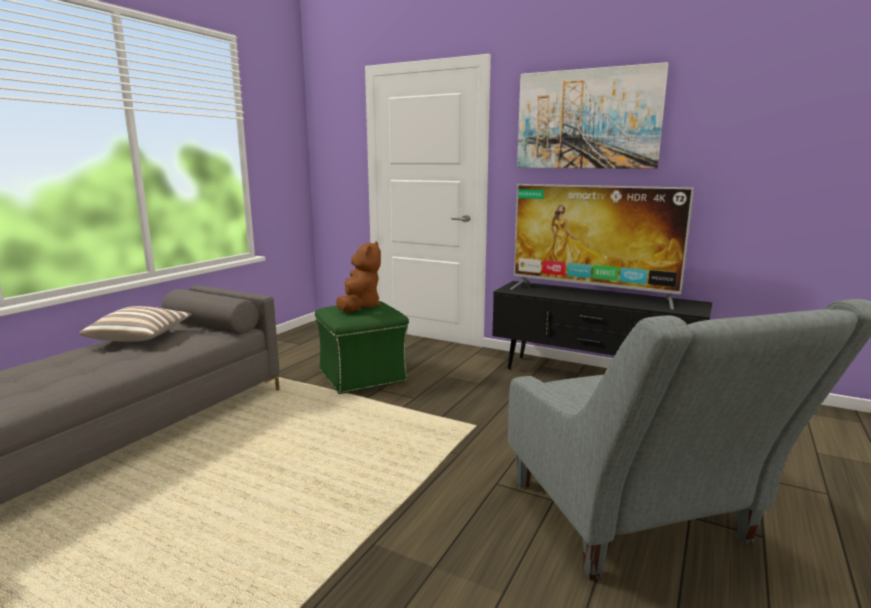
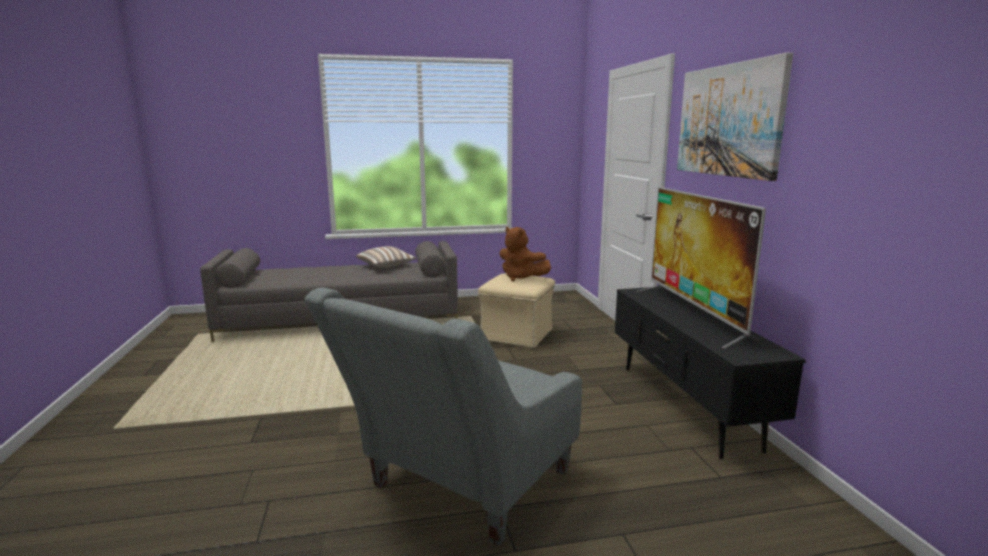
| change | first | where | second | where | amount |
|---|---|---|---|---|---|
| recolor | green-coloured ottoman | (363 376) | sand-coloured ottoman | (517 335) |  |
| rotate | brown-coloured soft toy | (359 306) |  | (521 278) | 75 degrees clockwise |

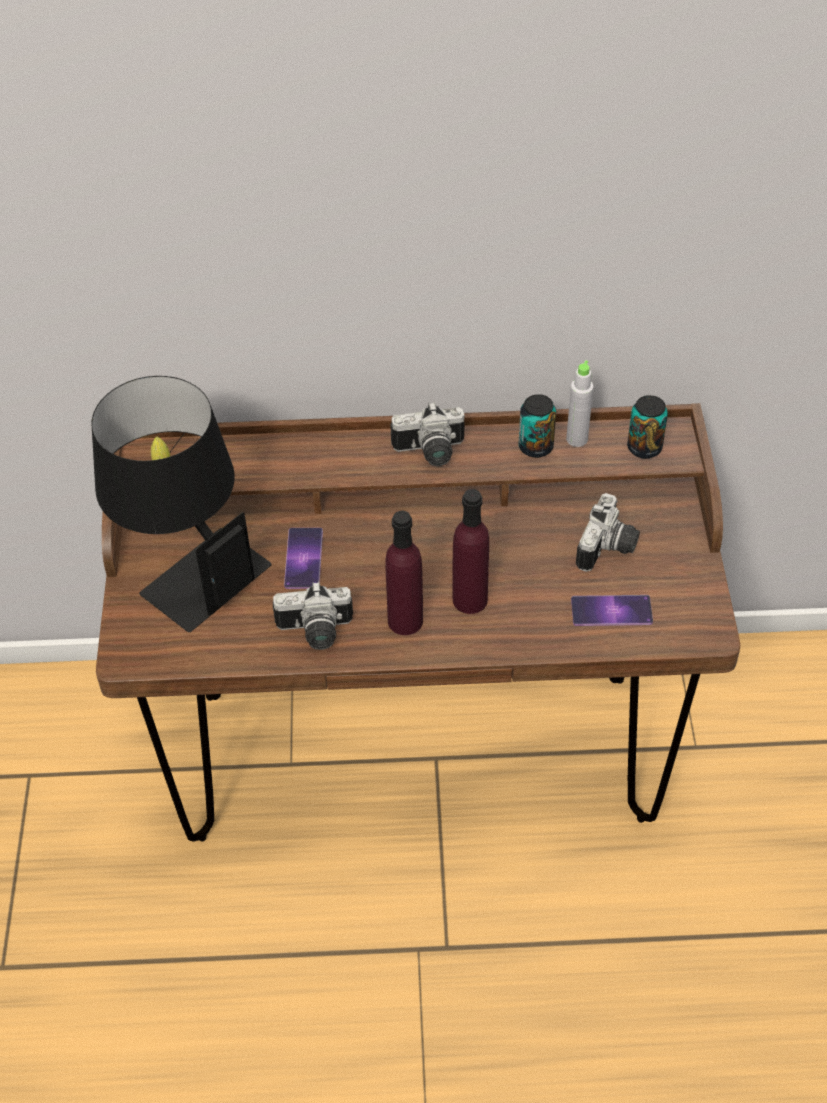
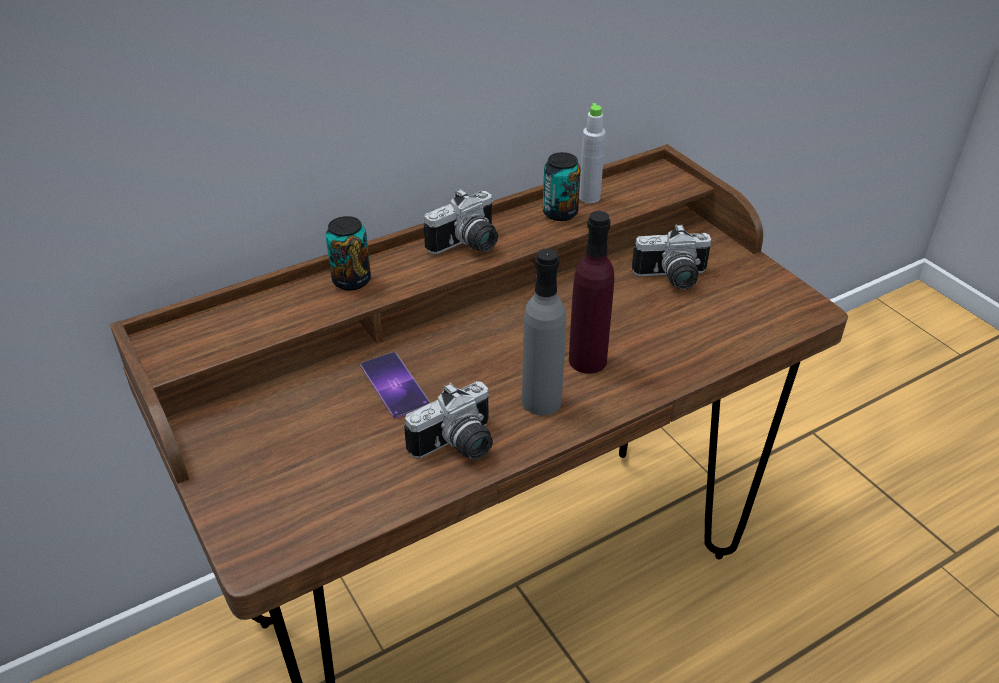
| change | first | where | second | where | amount |
|---|---|---|---|---|---|
| delete | black-coloured table lamp | (187 566) |  |  |  |
| delete | telephone | (611 611) |  |  |  |
| move | can | (644 448) |  | (351 280) |  |
| recolor | purple bottle | (405 621) | grey bottle | (541 401) |  |
| rotate | still camera | (609 549) |  | (672 279) | 90 degrees clockwise |

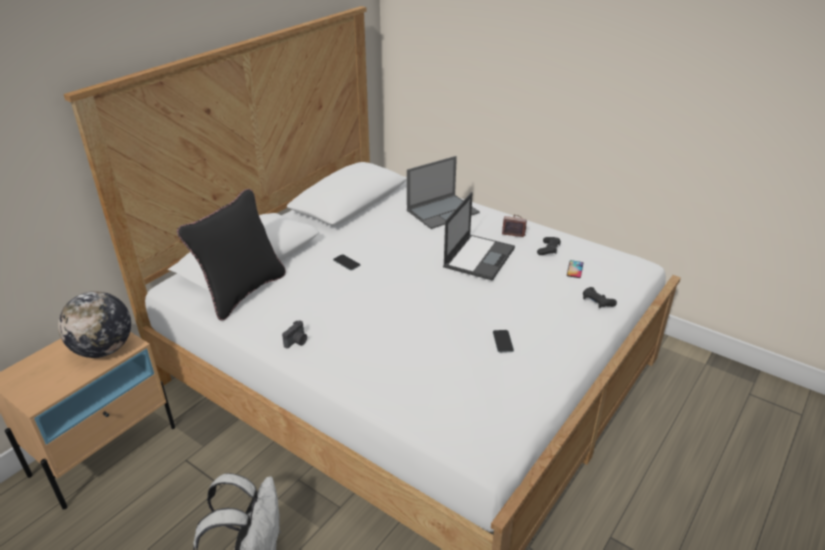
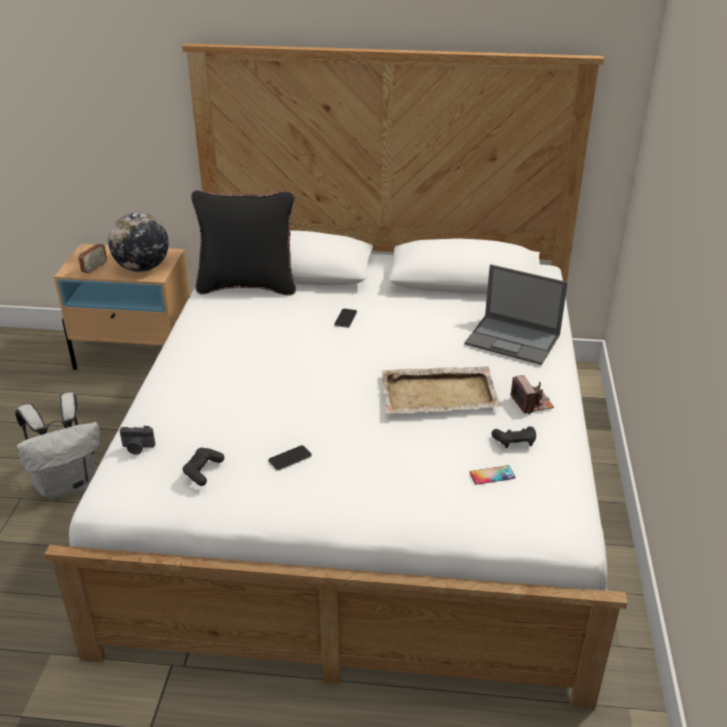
| change | first | where | second | where | amount |
|---|---|---|---|---|---|
| insert |  |  | radio receiver | (94 269) |  |
| move | still camera | (297 342) |  | (137 448) |  |
| move | black-coloured gamepad | (597 302) |  | (203 470) |  |
| replace | notebook computer | (479 257) | sand-coloured tray | (440 393) |  |

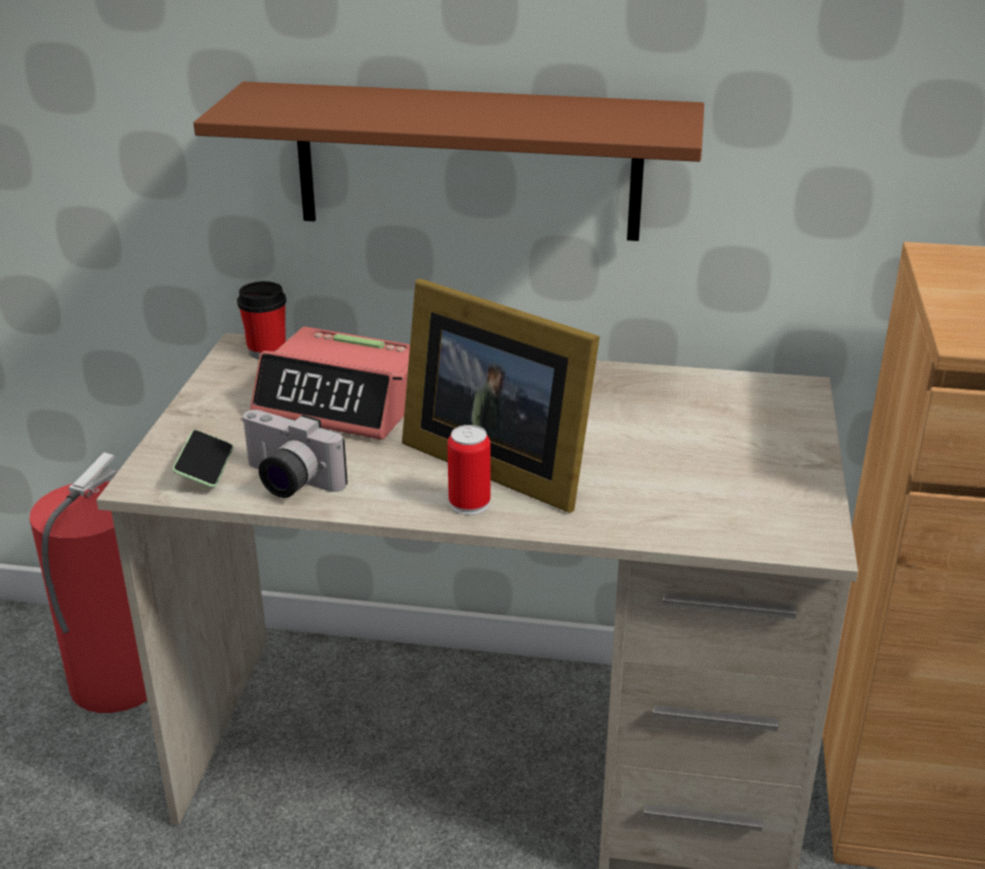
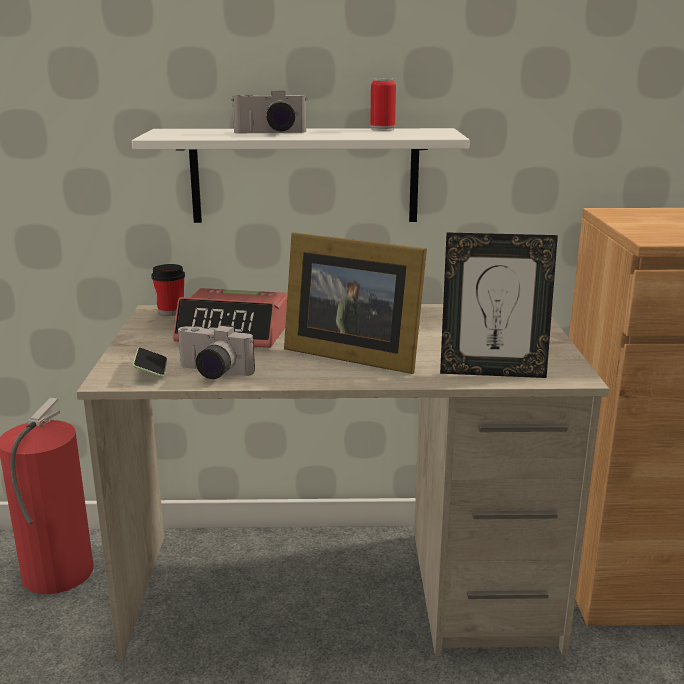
| change | first | where | second | where | amount |
|---|---|---|---|---|---|
| insert |  |  | still camera | (270 133) |  |
| insert |  |  | standing frame | (492 372) |  |
| move | can | (469 504) |  | (382 129) |  |
| recolor | brown-coloured wall shelf | (468 162) | white wall shelf | (304 176) |  |

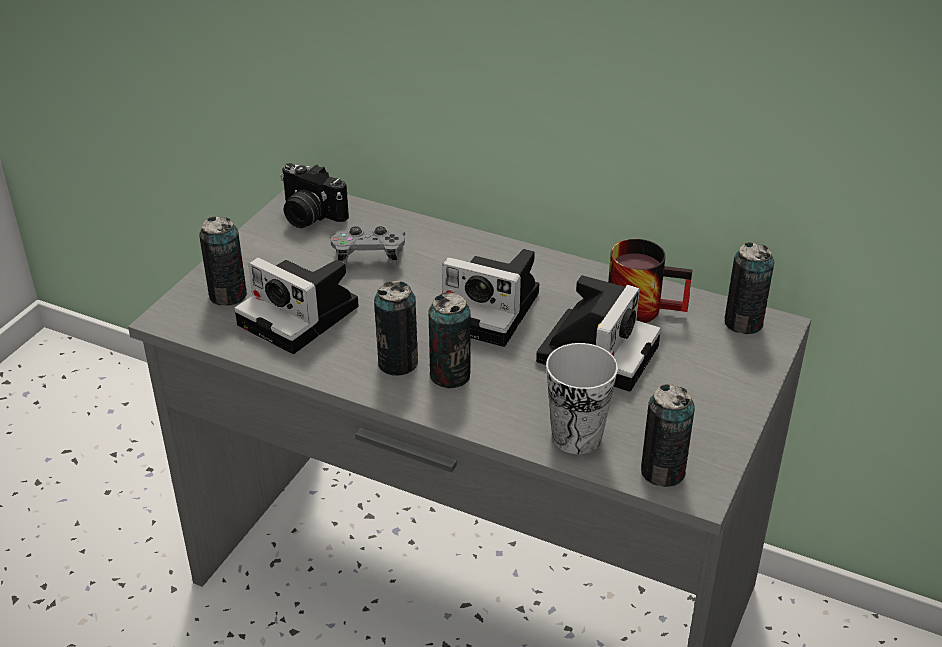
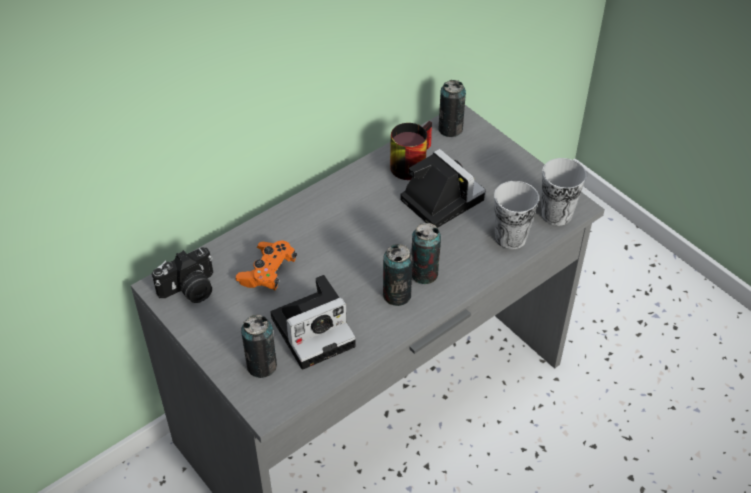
| change | first | where | second | where | amount |
|---|---|---|---|---|---|
| delete | still camera | (491 310) |  |  |  |
| replace | can | (662 472) | drinking cup | (556 214) |  |
| recolor | grey gamepad | (369 257) | orange gamepad | (268 272) |  |

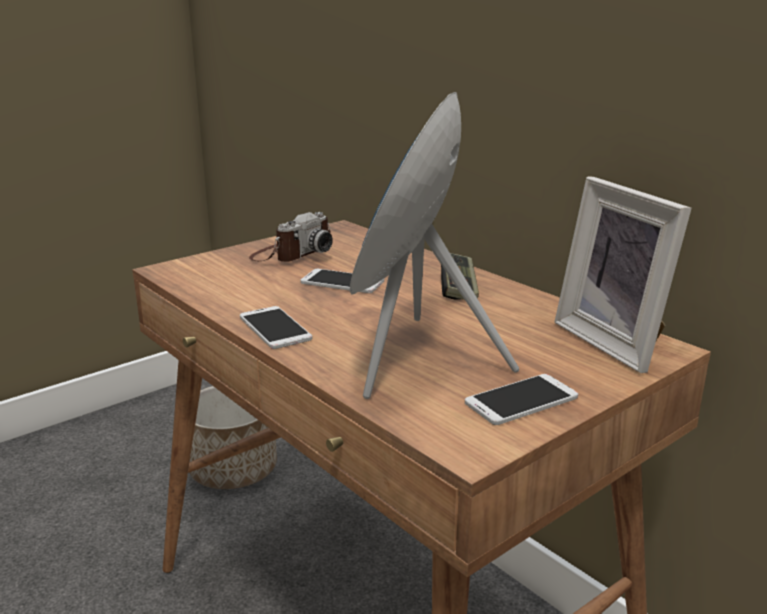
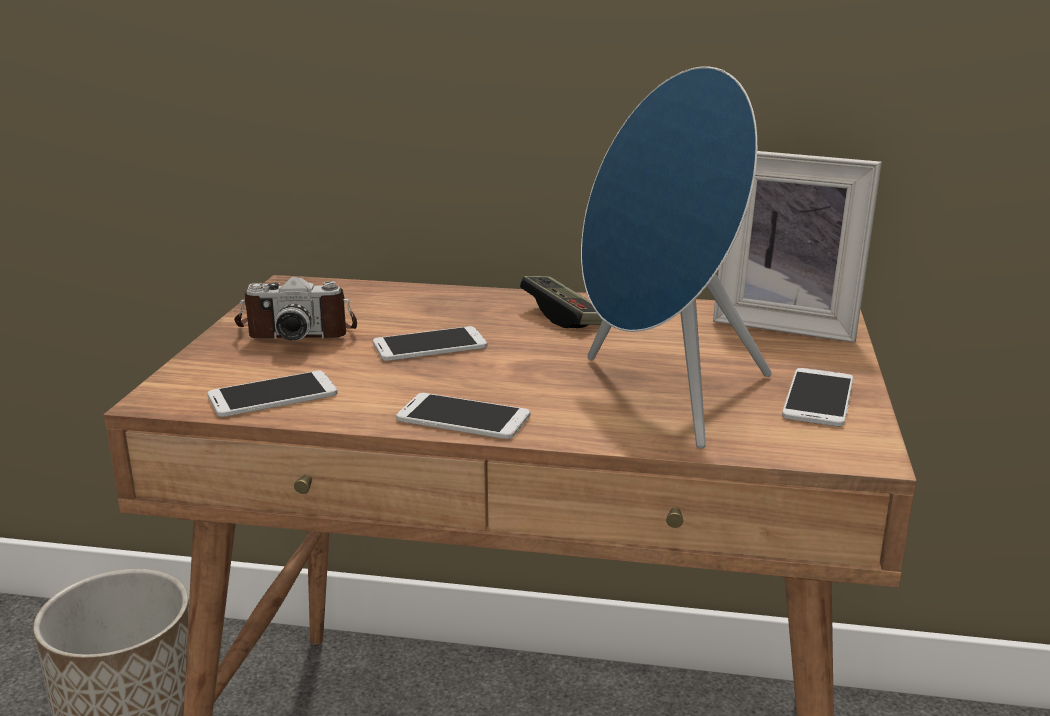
| change | first | where | second | where | amount |
|---|---|---|---|---|---|
| insert |  |  | telephone | (273 395) |  |
| rotate | still camera | (292 254) |  | (298 331) | 90 degrees clockwise |

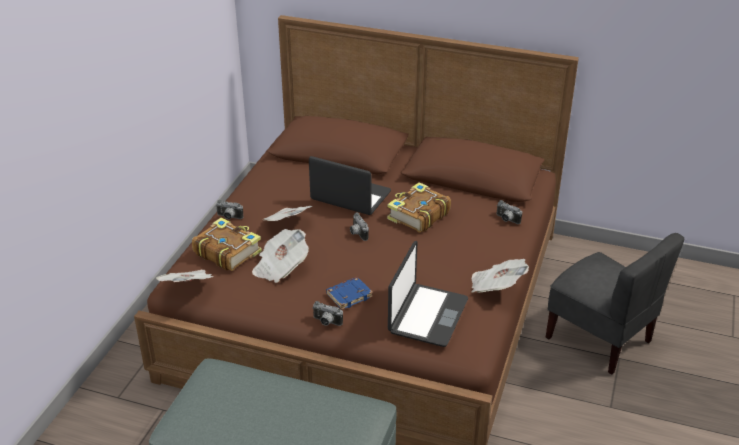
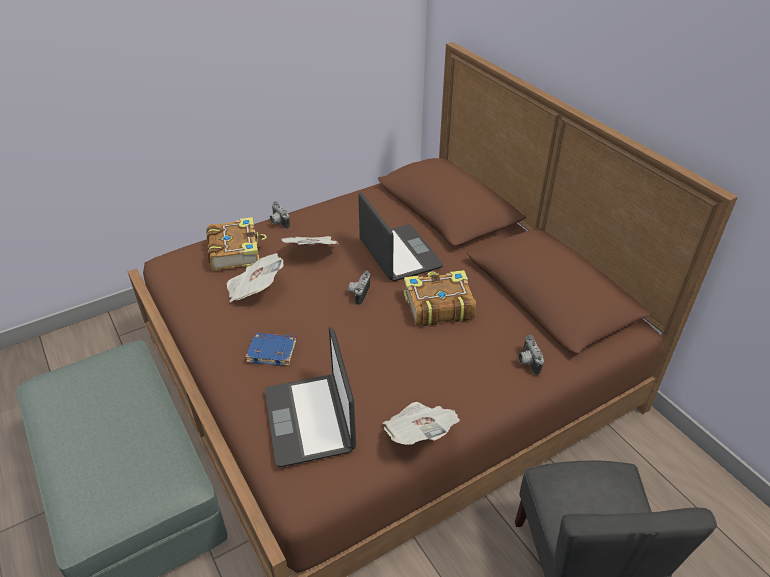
| change | first | where | second | where | amount |
|---|---|---|---|---|---|
| delete | daily paper | (188 287) |  |  |  |
| delete | still camera | (326 322) |  |  |  |
| rotate | notebook computer | (427 315) |  | (310 420) | 105 degrees clockwise |

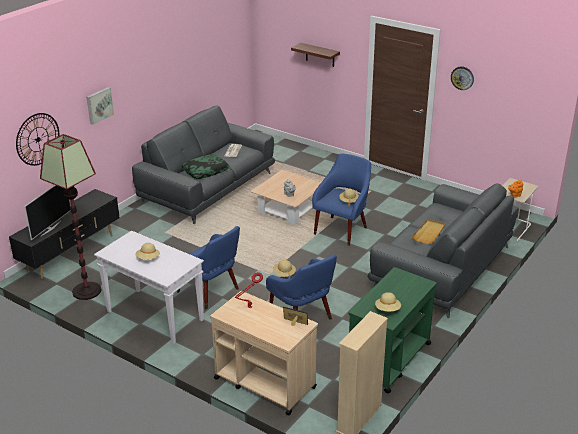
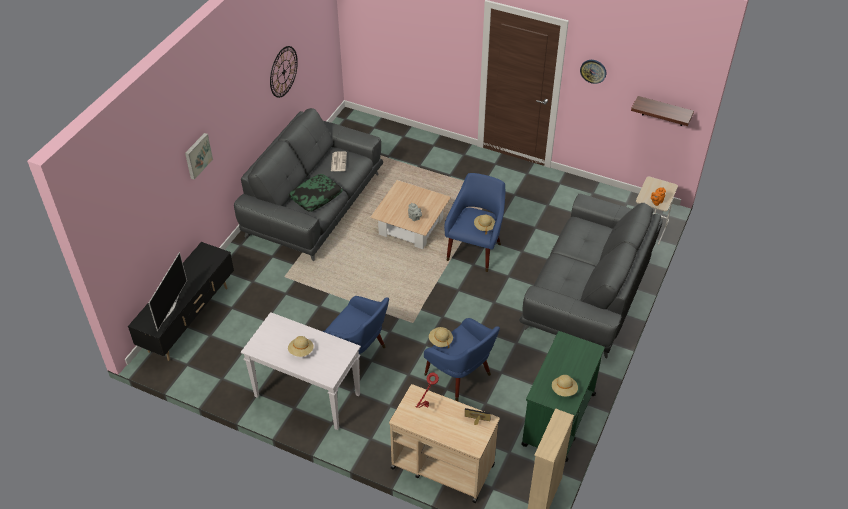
| change | first | where | second | where | amount |
|---|---|---|---|---|---|
| delete | standing lamp | (86 291) |  |  |  |
| delete | sand-coloured tray | (429 233) |  |  |  |
| move | wall clock | (38 139) |  | (283 71) |  |
| move | wall shelf | (320 55) |  | (663 111) |  |

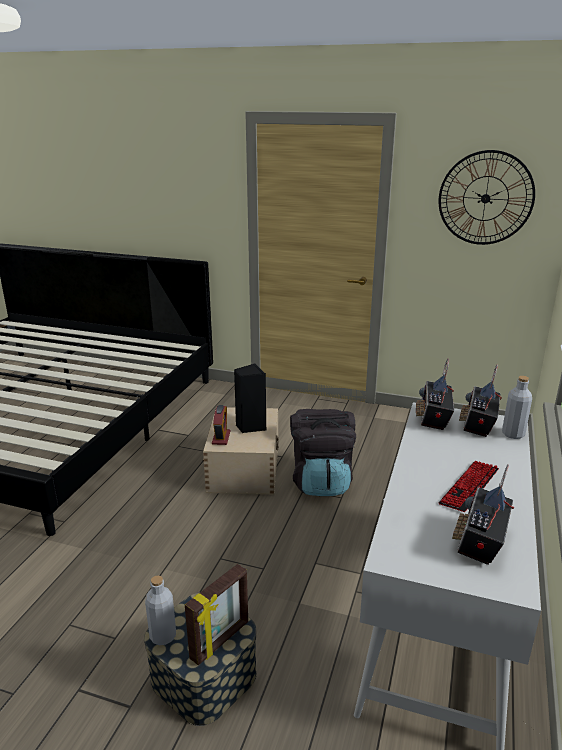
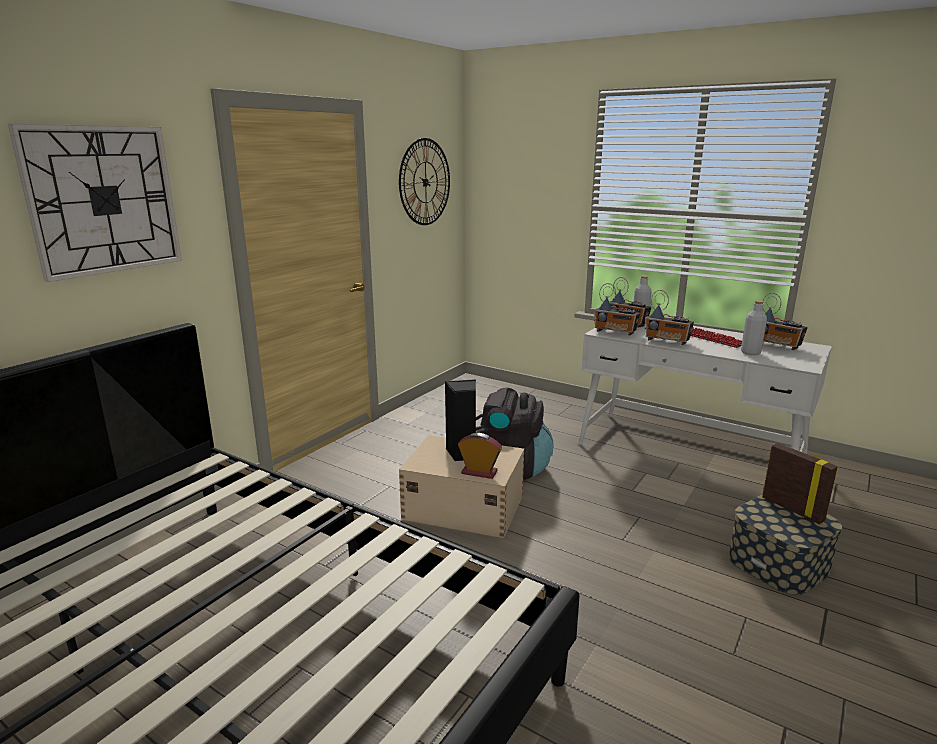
| change | first | where | second | where | amount |
|---|---|---|---|---|---|
| insert |  |  | wall clock | (103 200) |  |
| insert |  |  | radio receiver | (667 342) |  |
| move | grey bottle | (163 636) |  | (750 352) |  |

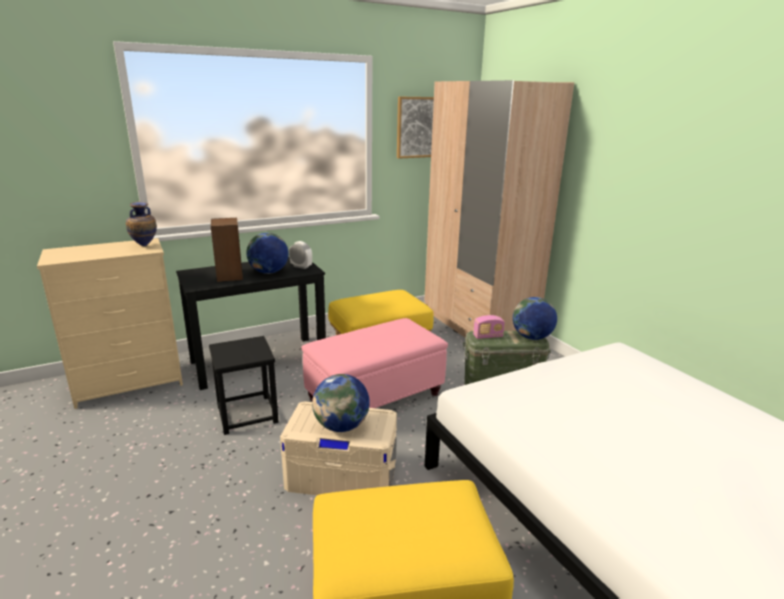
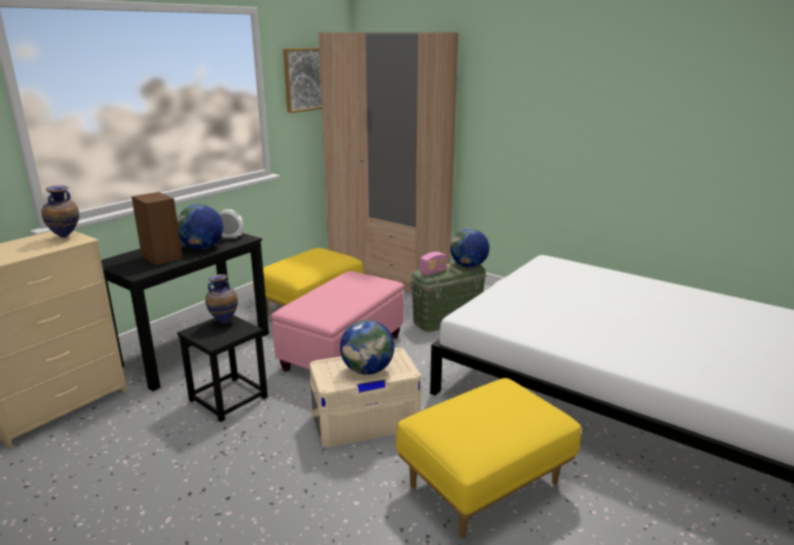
| change | first | where | second | where | amount |
|---|---|---|---|---|---|
| insert |  |  | decorative vase | (224 322) |  |

